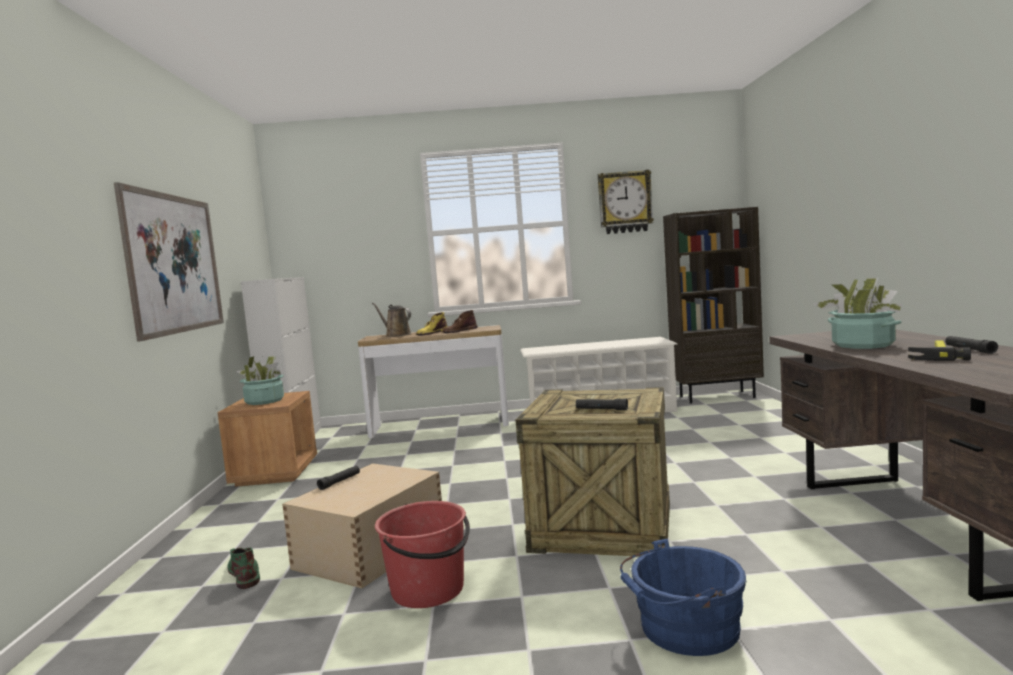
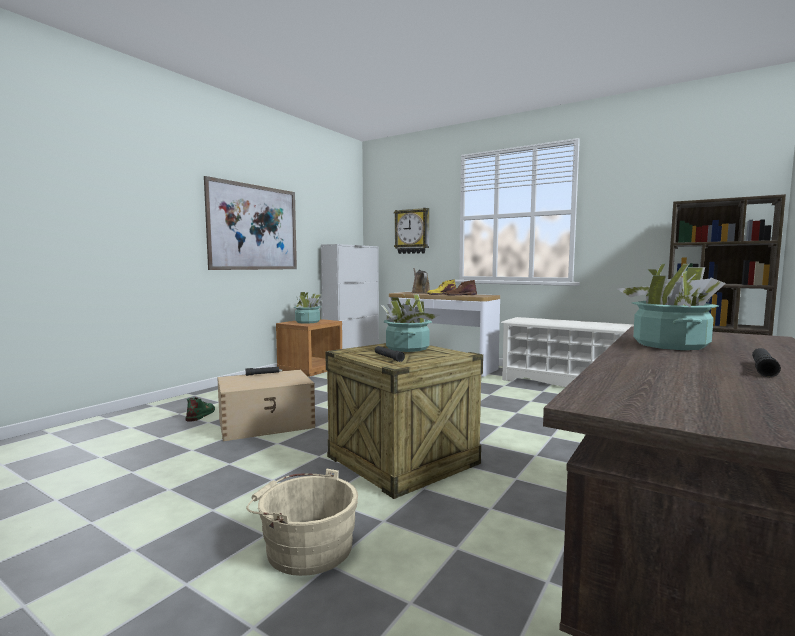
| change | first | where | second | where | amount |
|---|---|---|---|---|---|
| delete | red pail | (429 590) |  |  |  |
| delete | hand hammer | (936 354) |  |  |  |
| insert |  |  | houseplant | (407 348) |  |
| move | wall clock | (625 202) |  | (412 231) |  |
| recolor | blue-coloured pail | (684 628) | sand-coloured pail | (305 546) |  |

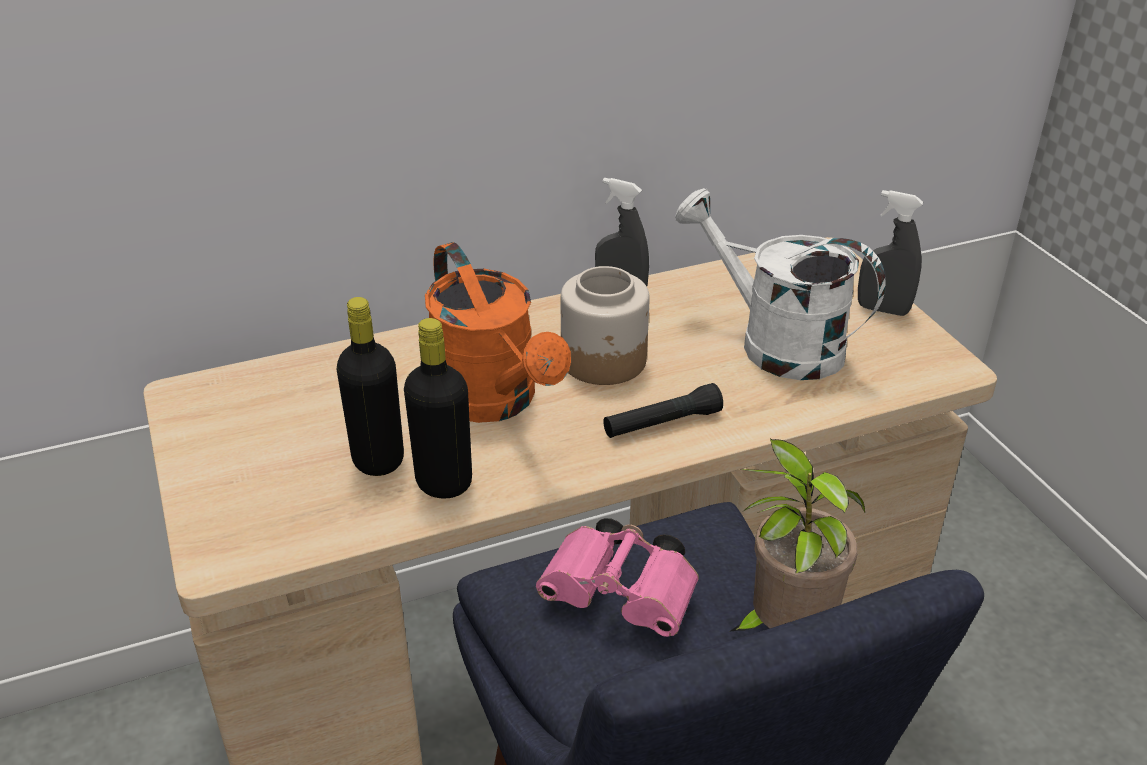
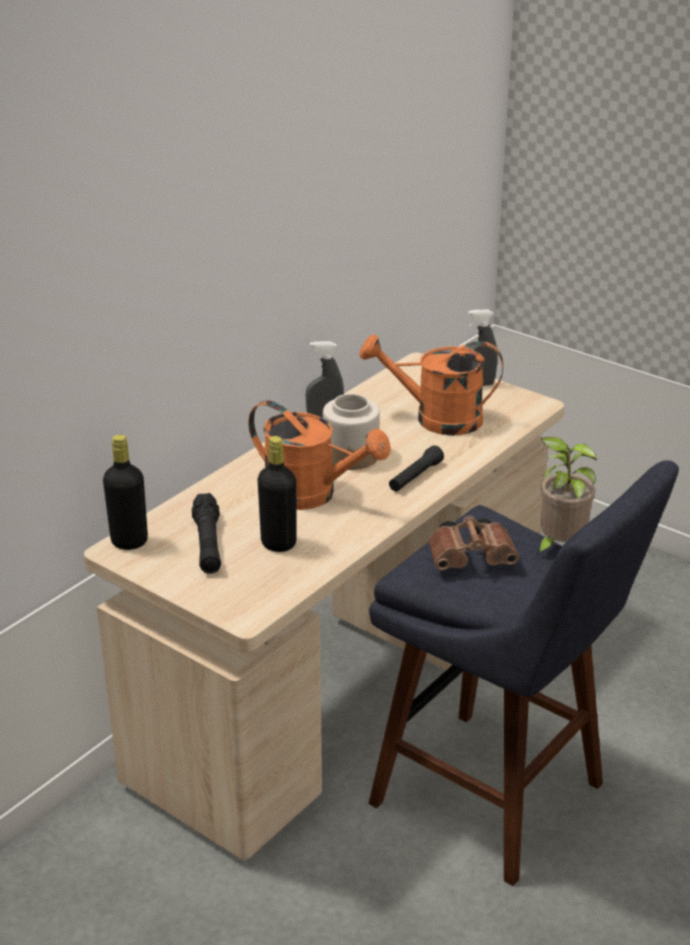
| change | first | where | second | where | amount |
|---|---|---|---|---|---|
| insert |  |  | black-coloured torch | (208 543) |  |
| move | black-coloured bottle | (444 483) |  | (129 541) |  |
| recolor | pink binoculars | (624 597) | brown-coloured binoculars | (473 559) |  |
| recolor | white sprinkling can | (774 343) | orange sprinkling can | (436 419) |  |

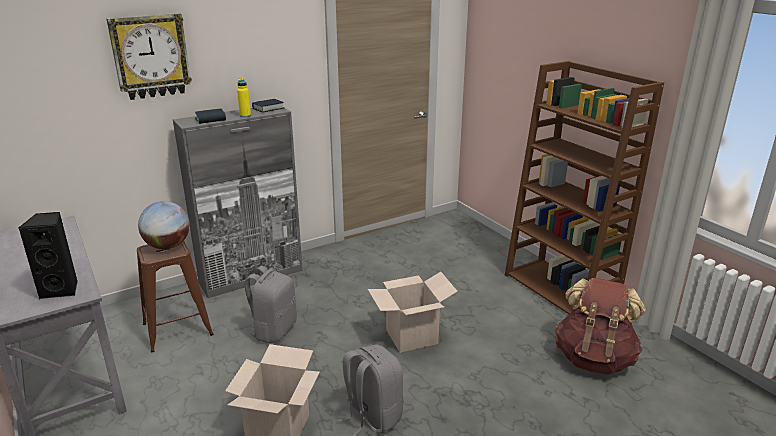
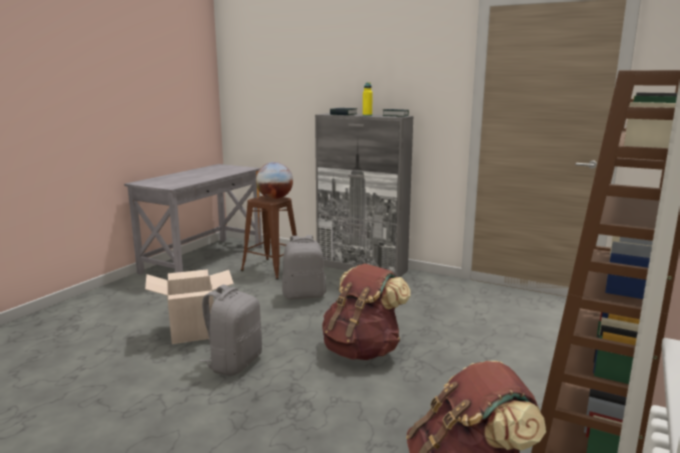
| change | first | where | second | where | amount |
|---|---|---|---|---|---|
| delete | black-coloured loudspeaker | (62 289) |  |  |  |
| delete | wall clock | (150 56) |  |  |  |
| replace | cardboard box | (411 336) | brown-coloured backpack | (362 350) |  |

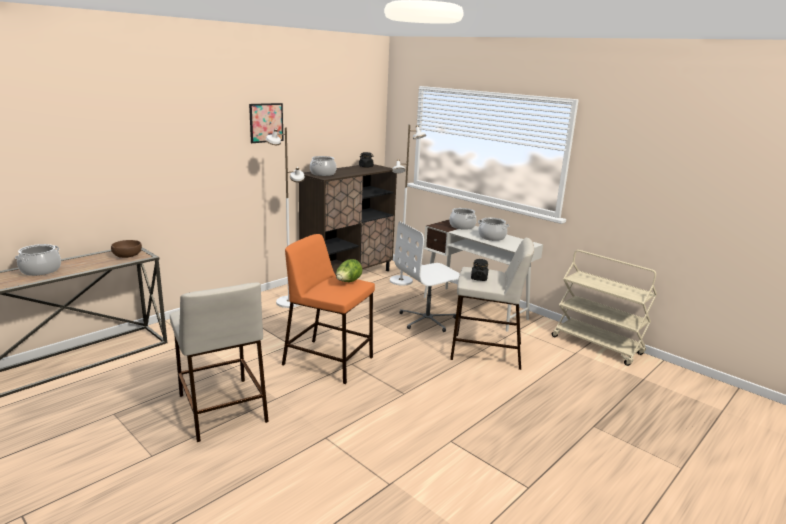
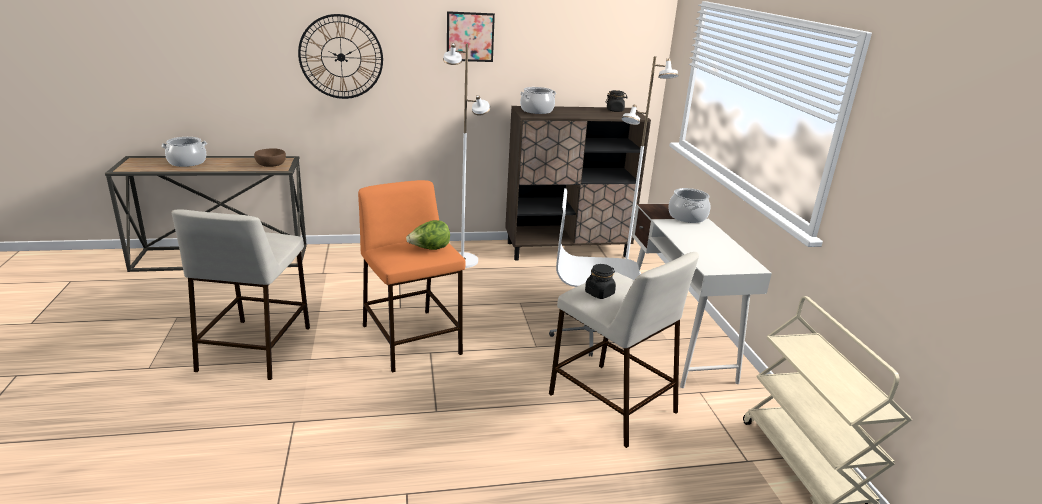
| change | first | where | second | where | amount |
|---|---|---|---|---|---|
| delete | cooking pot | (491 237) |  |  |  |
| insert |  |  | wall clock | (341 57) |  |

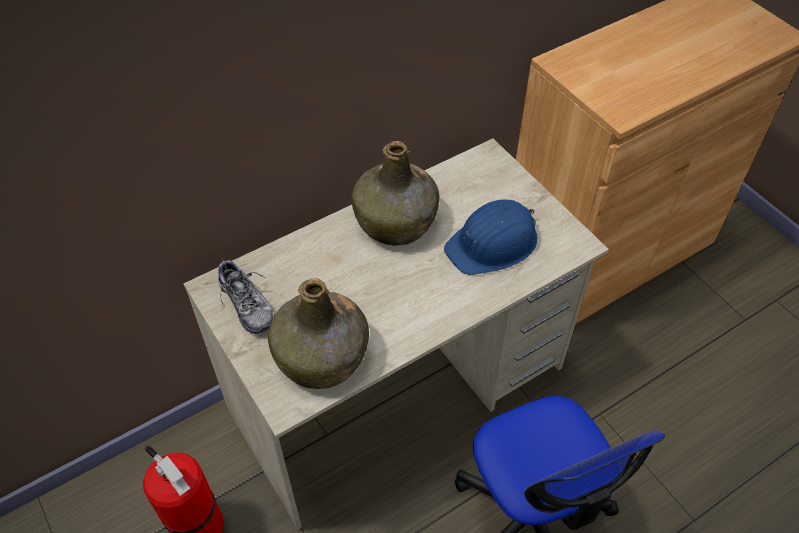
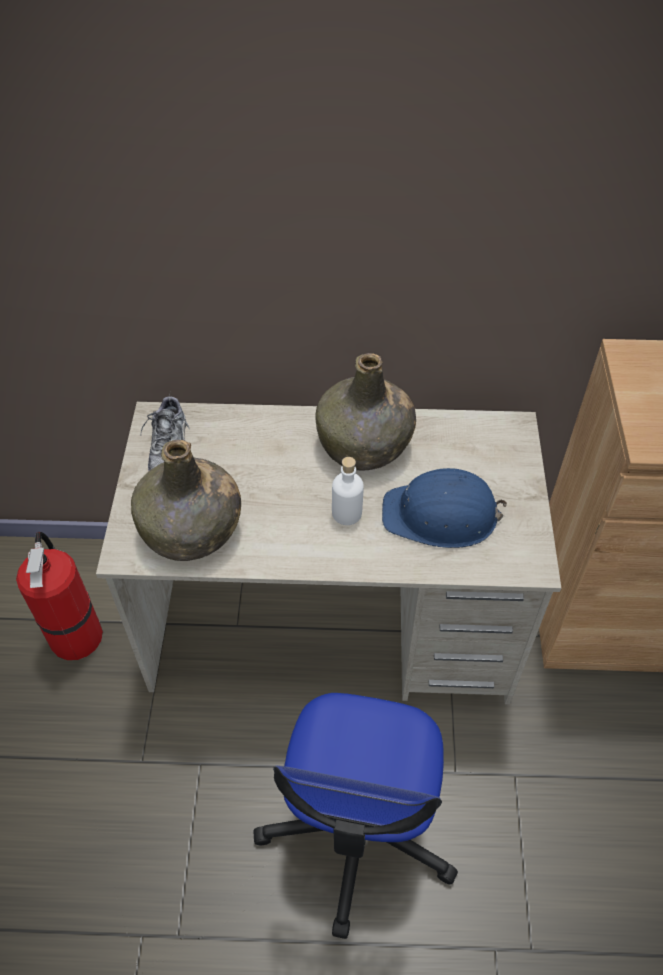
| change | first | where | second | where | amount |
|---|---|---|---|---|---|
| insert |  |  | white bottle | (347 513) |  |

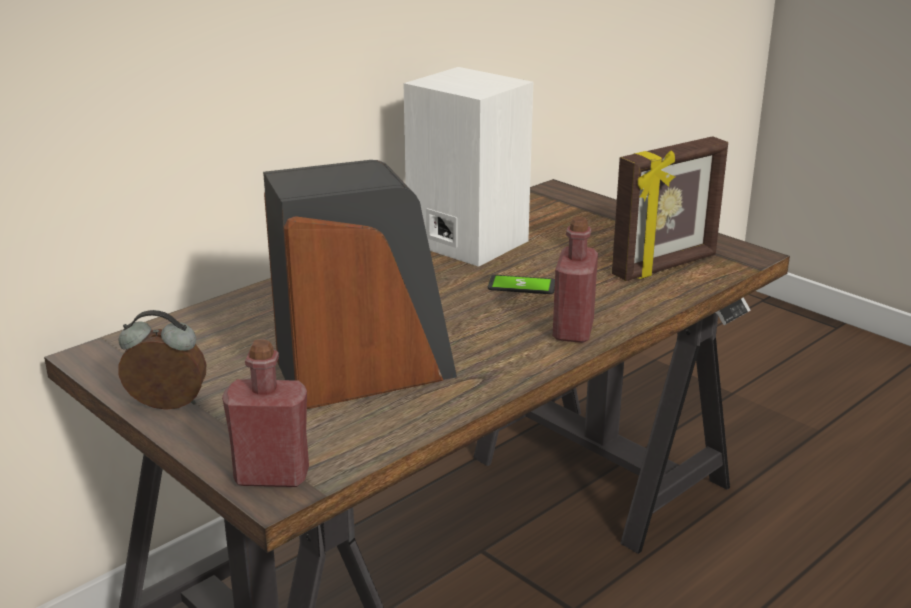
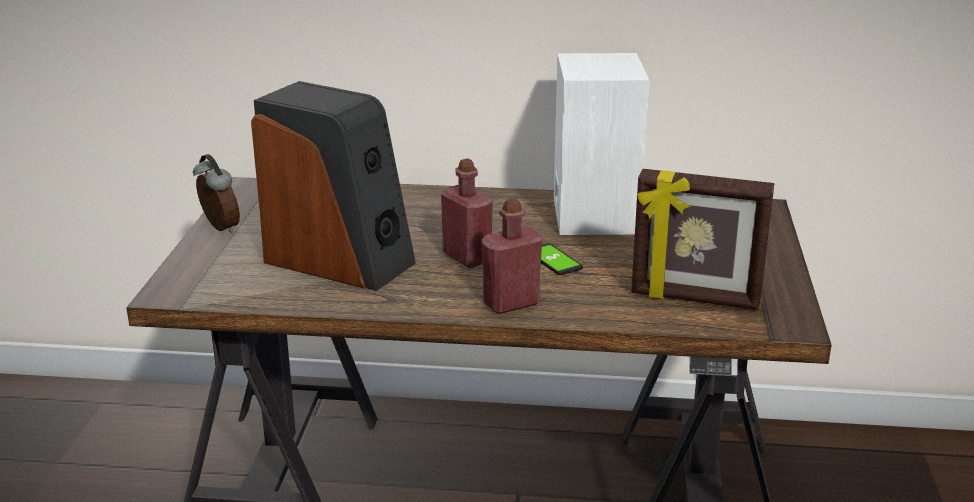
| change | first | where | second | where | amount |
|---|---|---|---|---|---|
| move | red bottle | (272 476) |  | (467 257) |  |

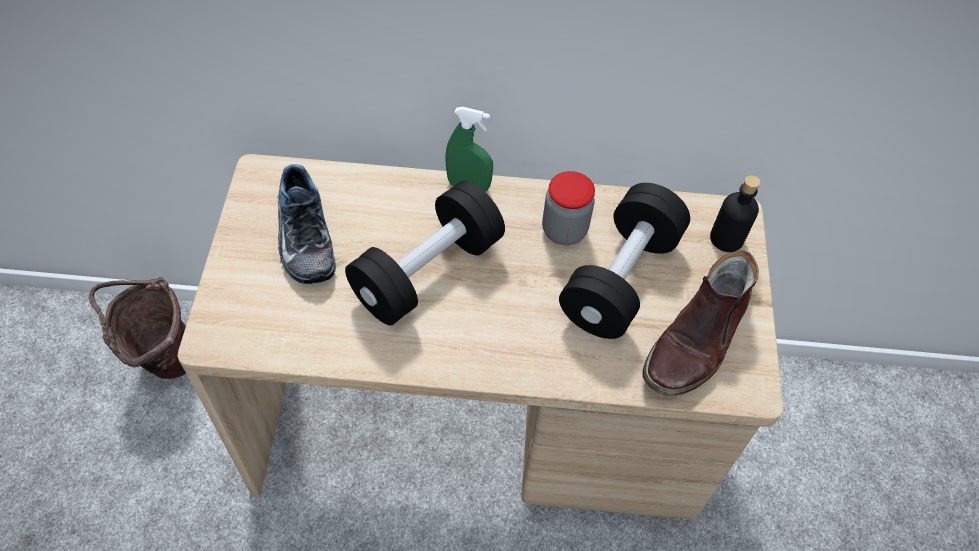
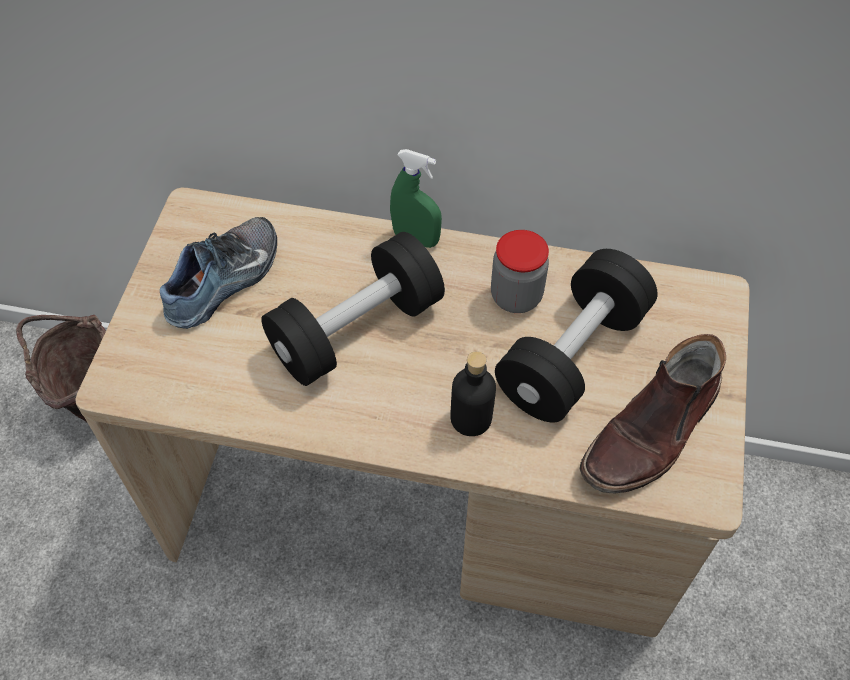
| change | first | where | second | where | amount |
|---|---|---|---|---|---|
| move | black-coloured bottle | (726 238) |  | (471 418) |  |
| rotate | item of footwear | (302 237) |  | (226 281) | 135 degrees counterclockwise |

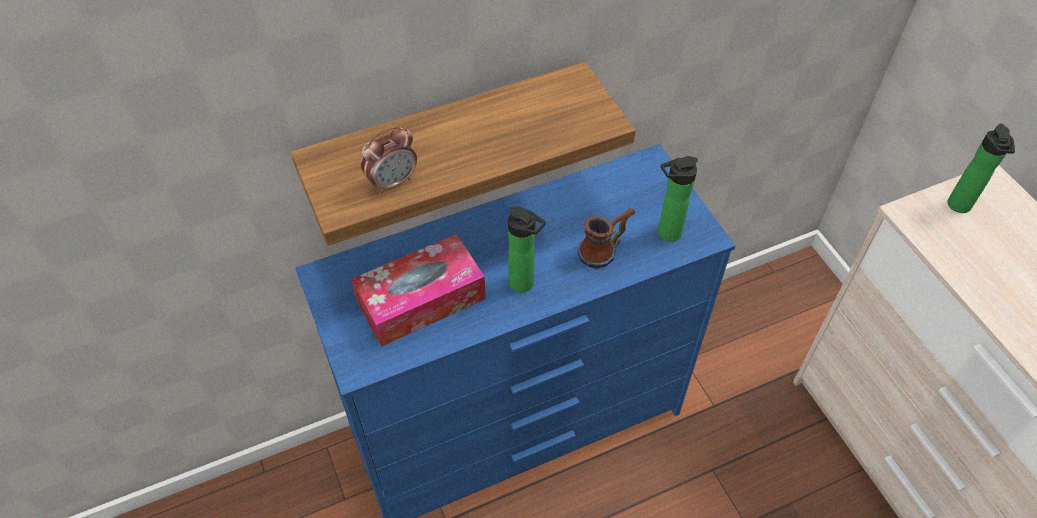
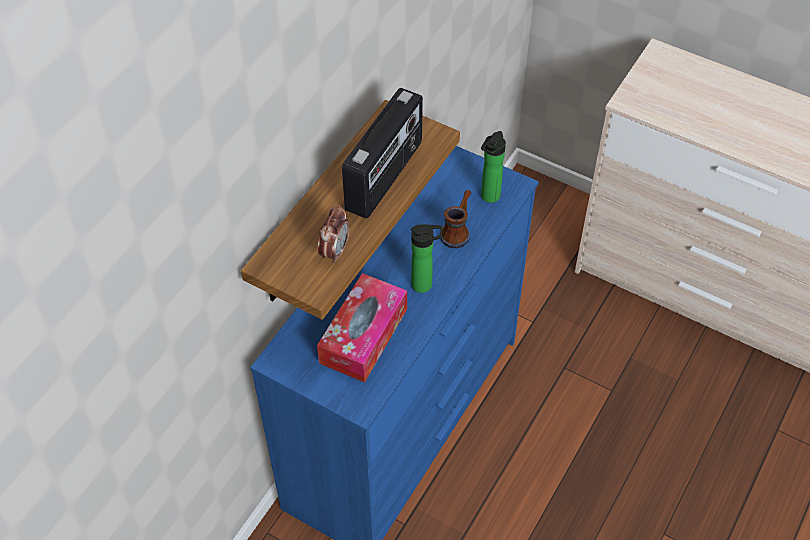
| change | first | where | second | where | amount |
|---|---|---|---|---|---|
| delete | bottle | (959 207) |  |  |  |
| insert |  |  | radio receiver | (385 177) |  |

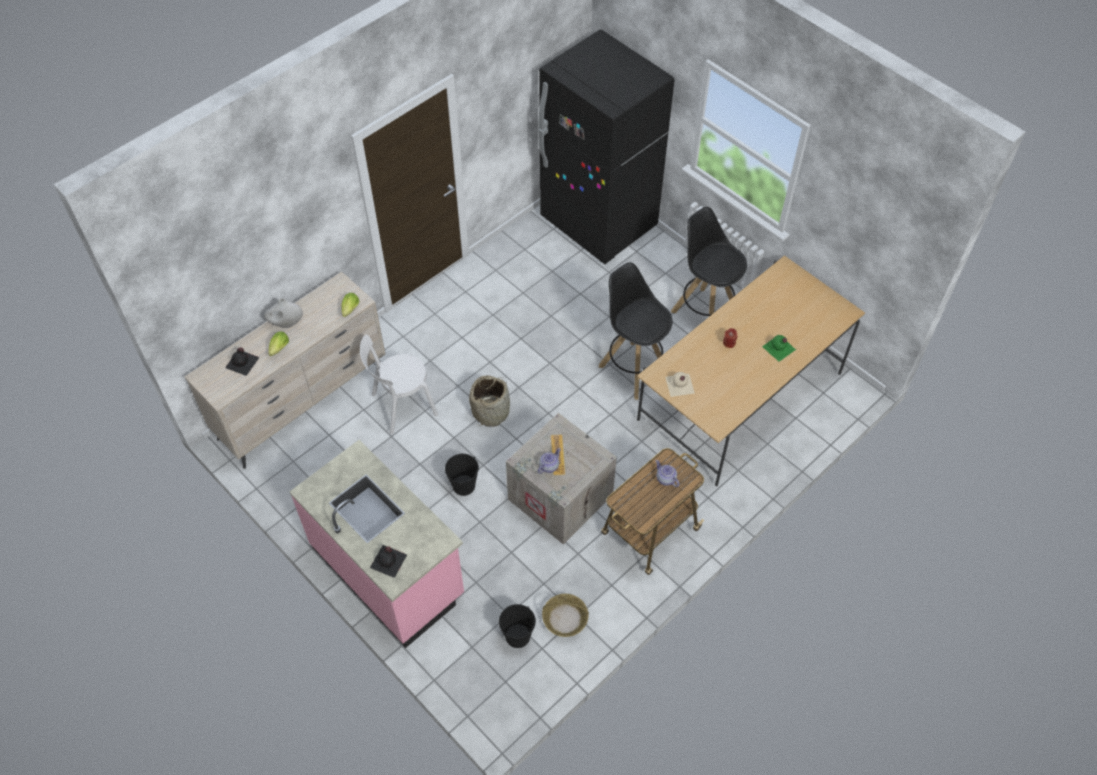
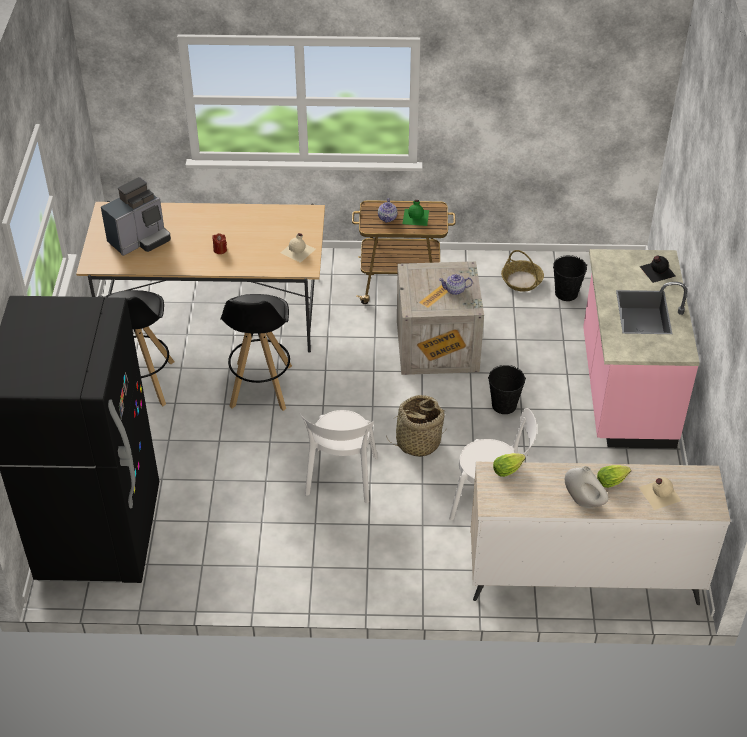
| change | first | where | second | where | amount |
|---|---|---|---|---|---|
| insert |  |  | coffee machine | (140 240) |  |
| insert |  |  | white chair | (341 479) |  |
| move | green-coloured bottle | (779 348) |  | (416 216) |  |
| recolor | black-coloured bottle | (243 362) | sand-coloured bottle | (659 493) |  |

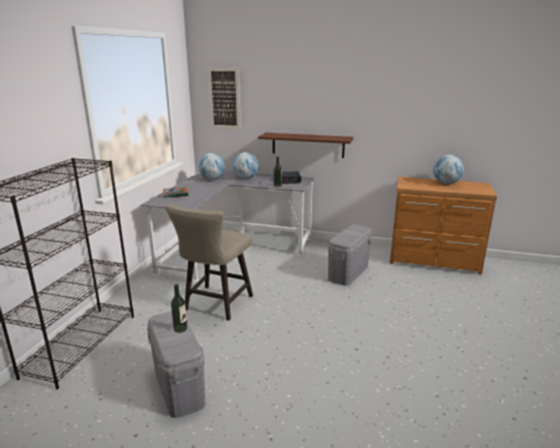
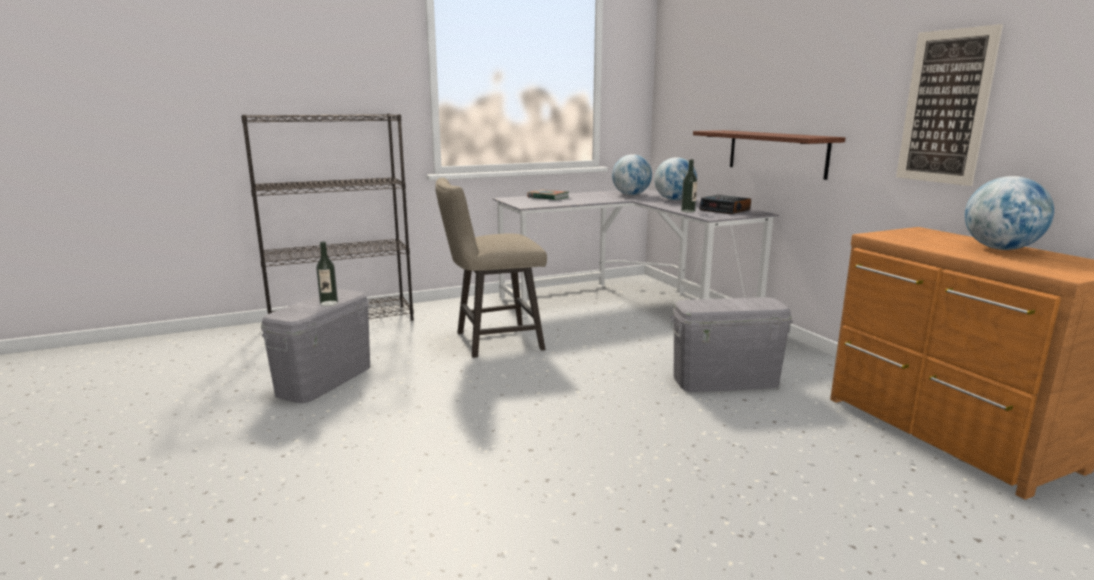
| change | first | where | second | where | amount |
|---|---|---|---|---|---|
| move | picture | (224 98) |  | (945 107) |  |

